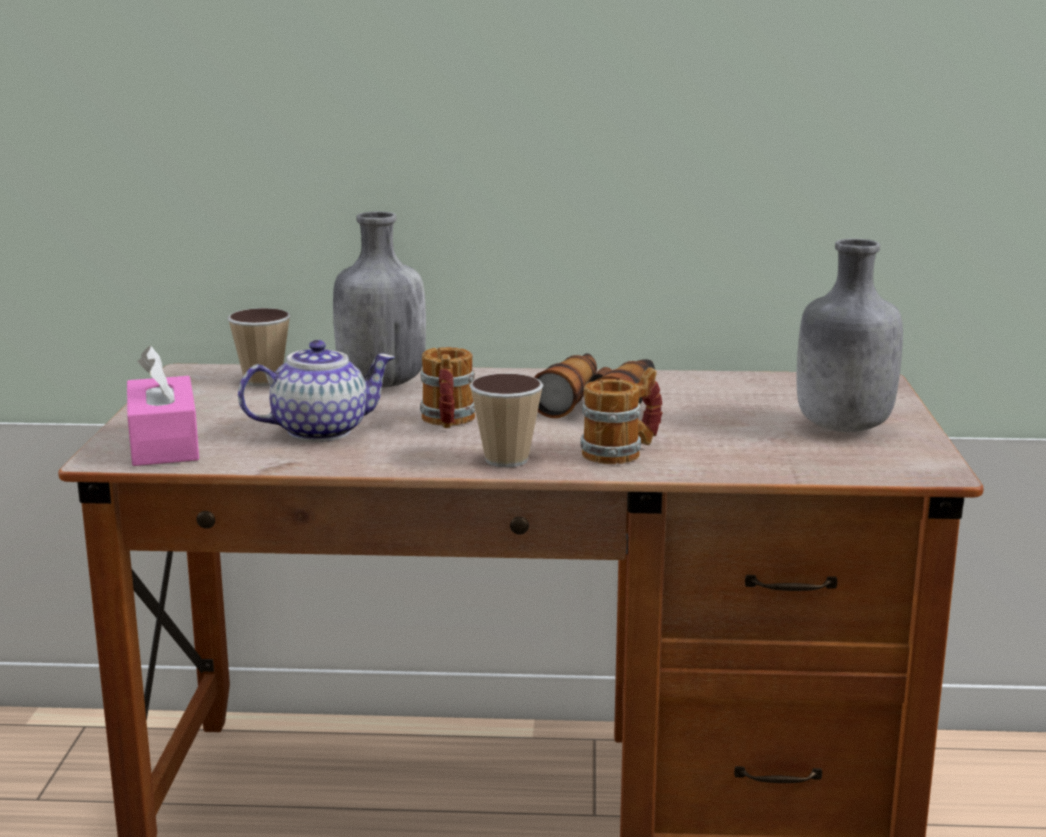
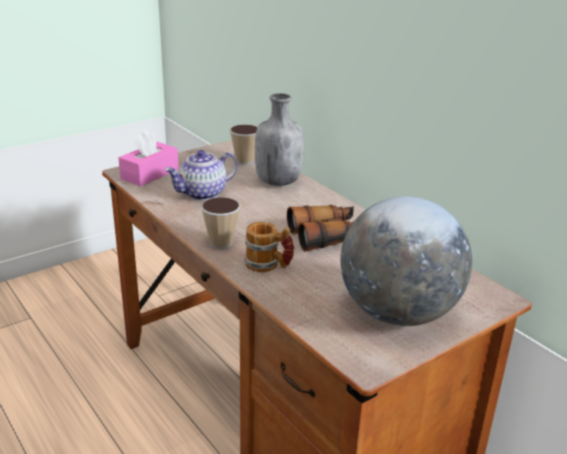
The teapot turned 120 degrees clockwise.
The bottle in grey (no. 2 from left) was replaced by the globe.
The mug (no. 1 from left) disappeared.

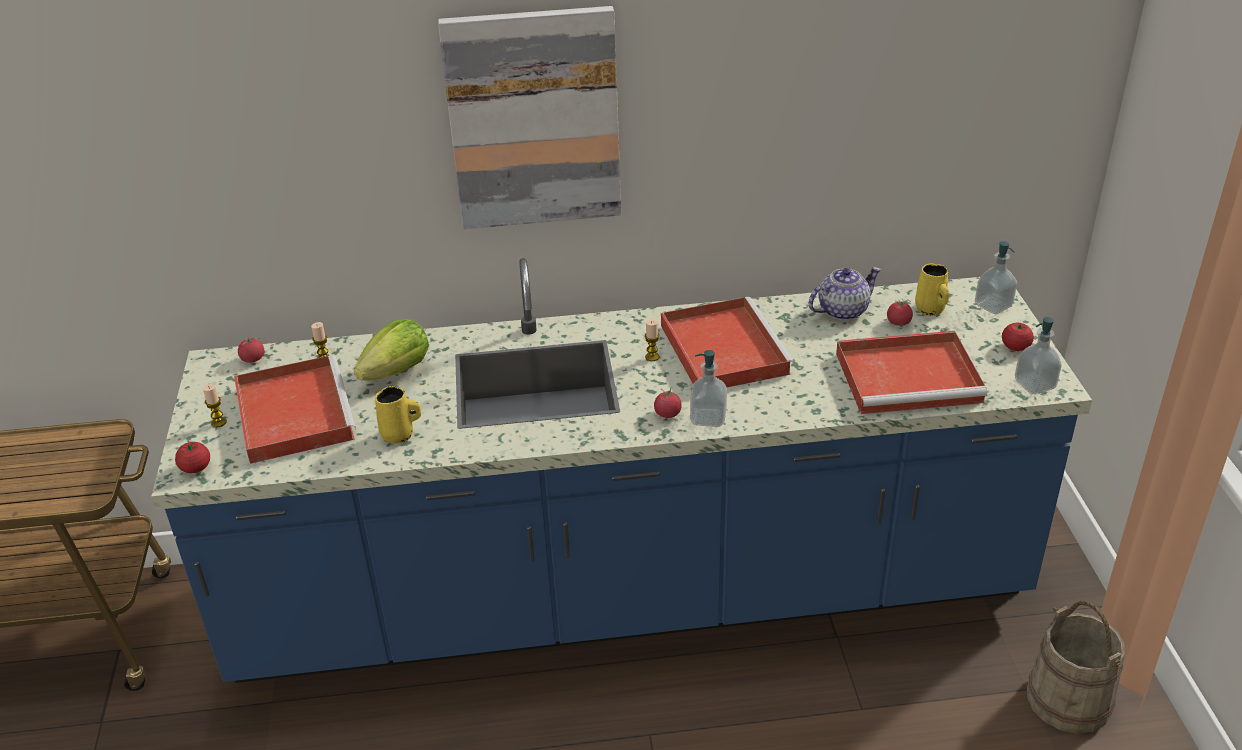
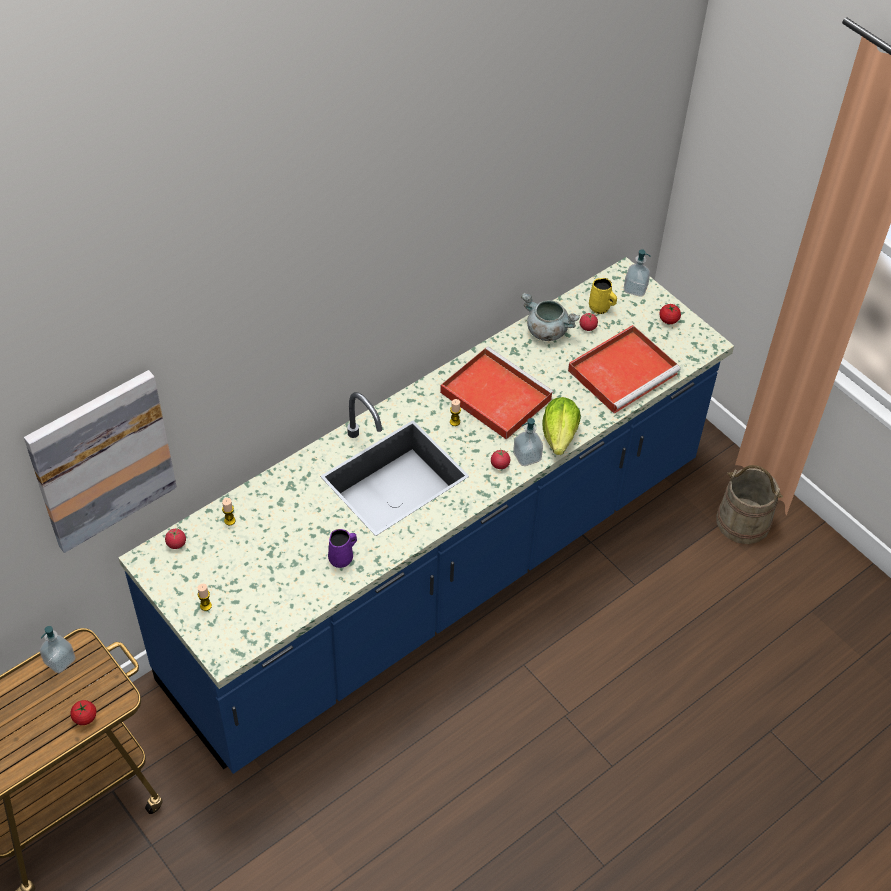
The picture moved.
The soap dispenser (no. 3 from left in the first image) moved.
The tomato (no. 1 from left) moved.
The mug in yellow (no. 1 from left) became the mug in purple.
The teapot was replaced by the cooking pot in grey.
The lettuce moved.
The tray in red (no. 1 from left) disappeared.

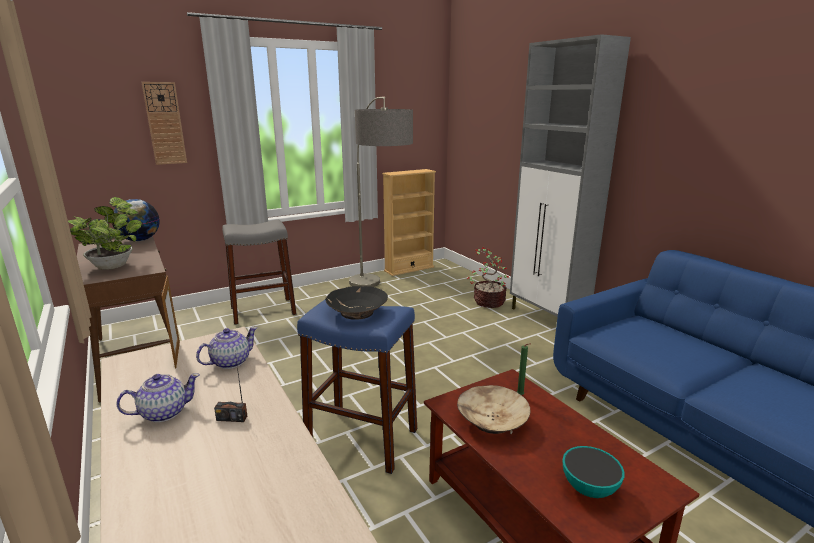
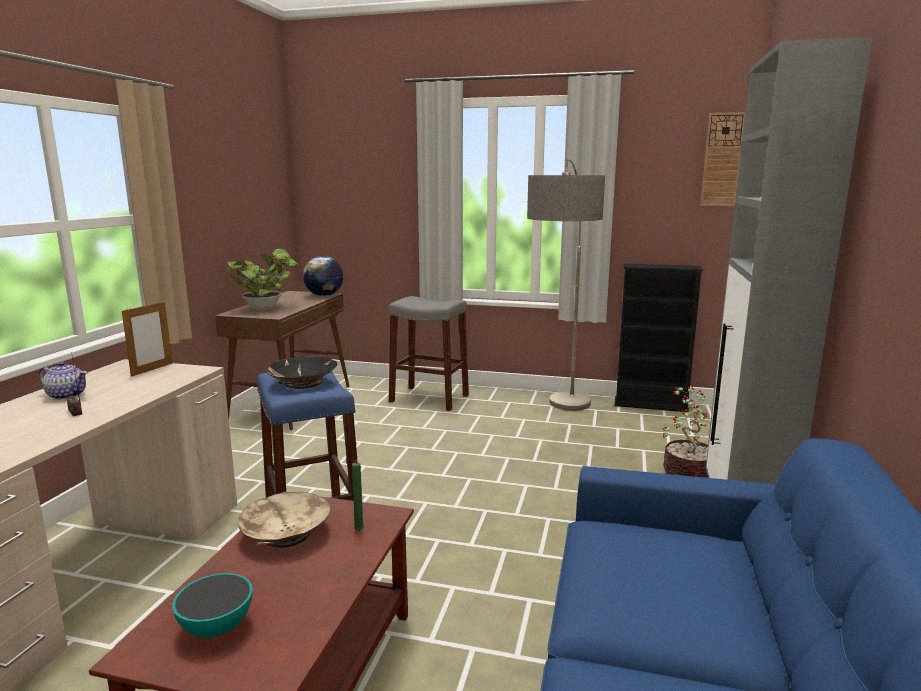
The bookcase in beige became the bookcase in black.
The wall clock moved.
The teapot (no. 2 from left) disappeared.

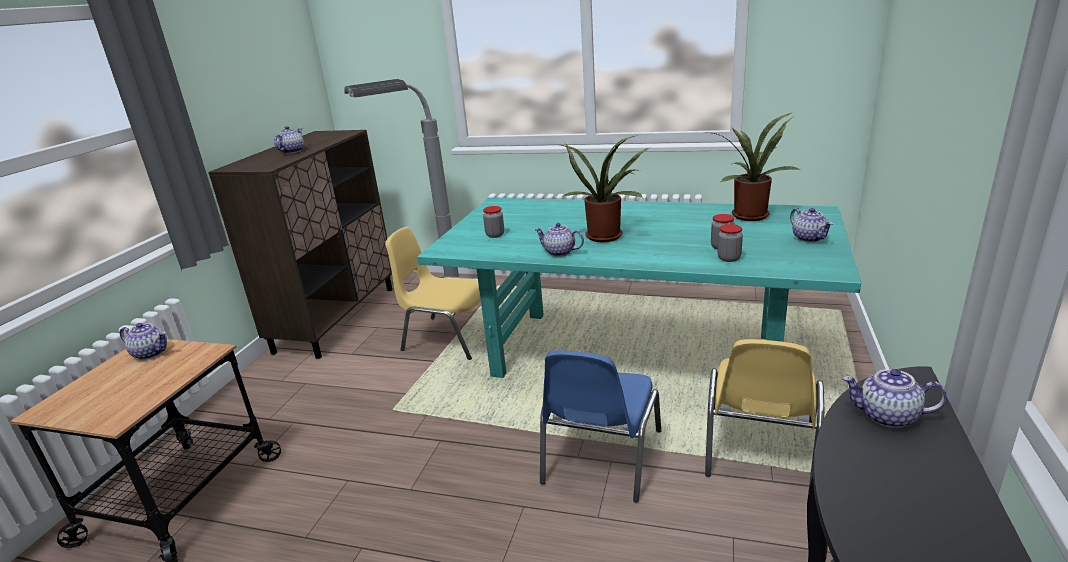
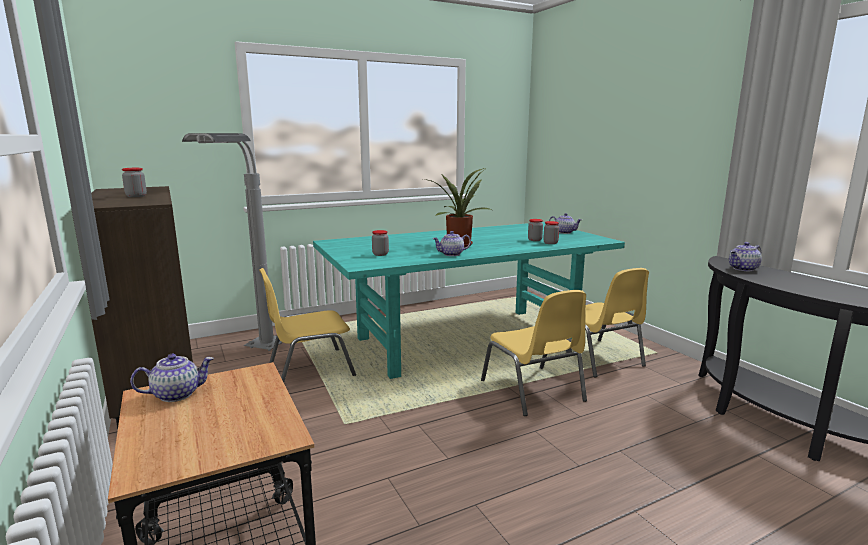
The teapot (no. 2 from left) was replaced by the jar (no. 1 from left).
The chair in blue became the chair in yellow (no. 2 from left).
The potted plant (no. 2 from left) disappeared.

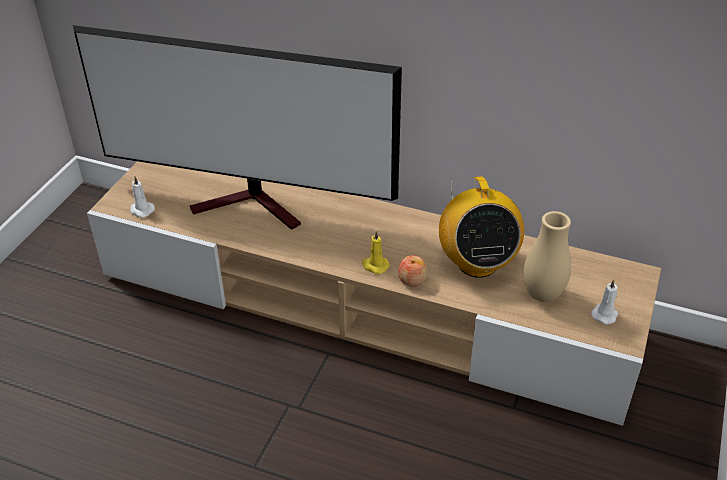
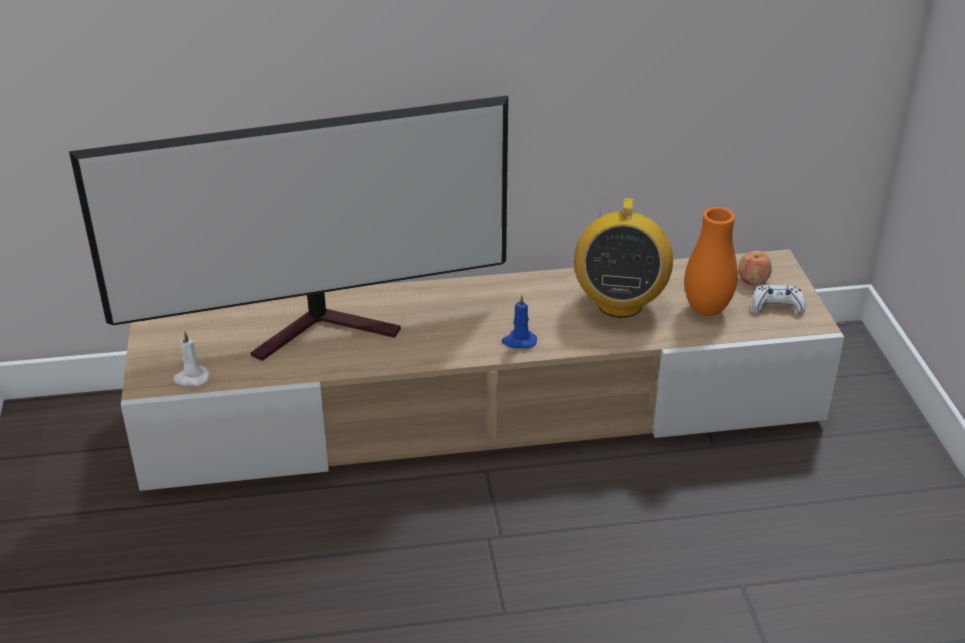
The candle in yellow became the candle in blue.
The radio turned 45 degrees clockwise.
The vase in beige became the vase in orange.
The apple moved.
The candle in white (no. 2 from left) was replaced by the game controller in white.

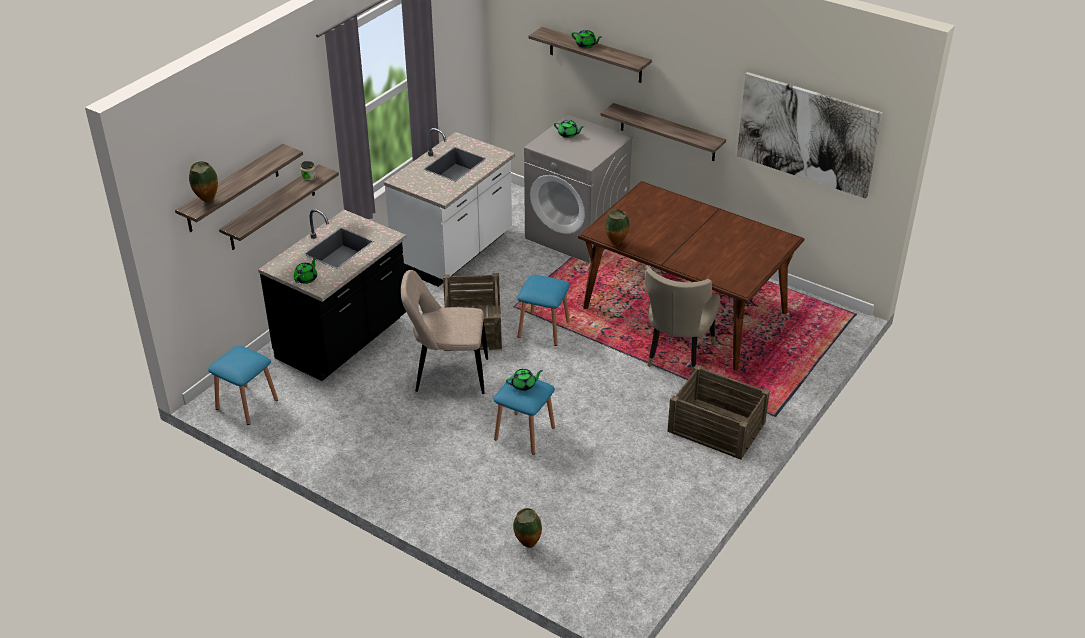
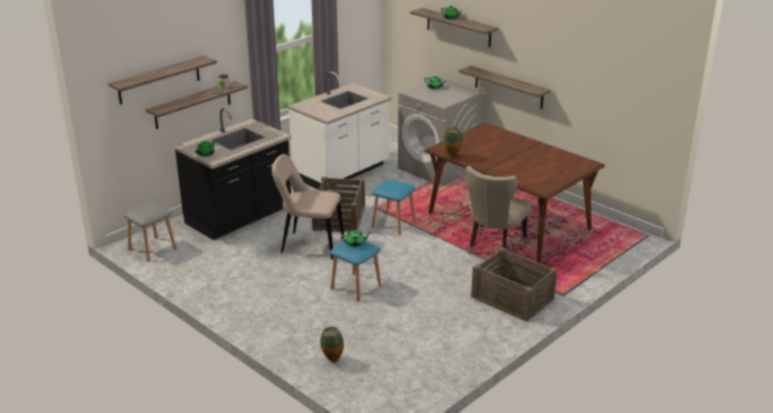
The stool in blue (no. 1 from left) became the stool in grey.
The vase (no. 1 from left) disappeared.
The picture disappeared.

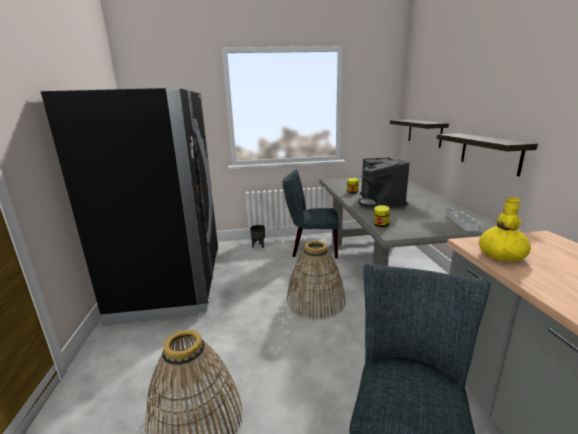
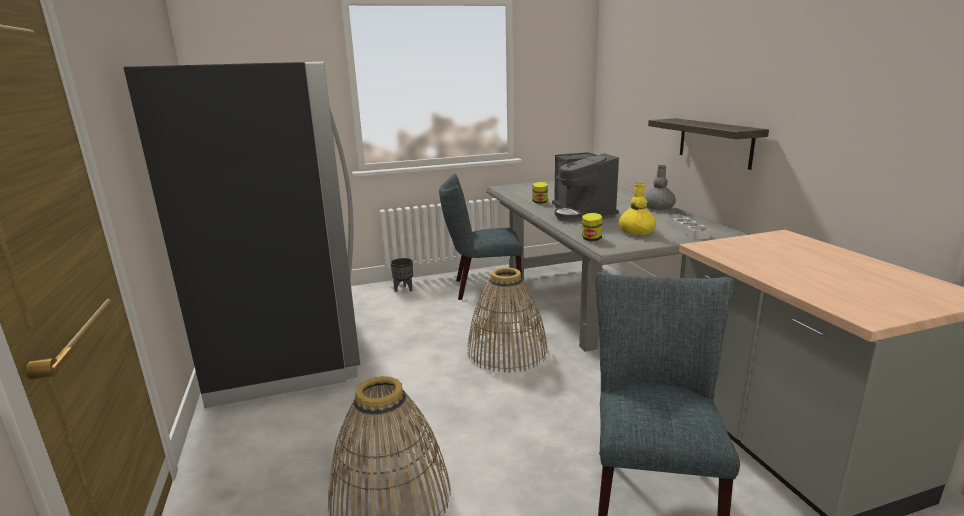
The vase in yellow moved.
The vase in grey appeared.
The shelf (no. 1 from left) disappeared.

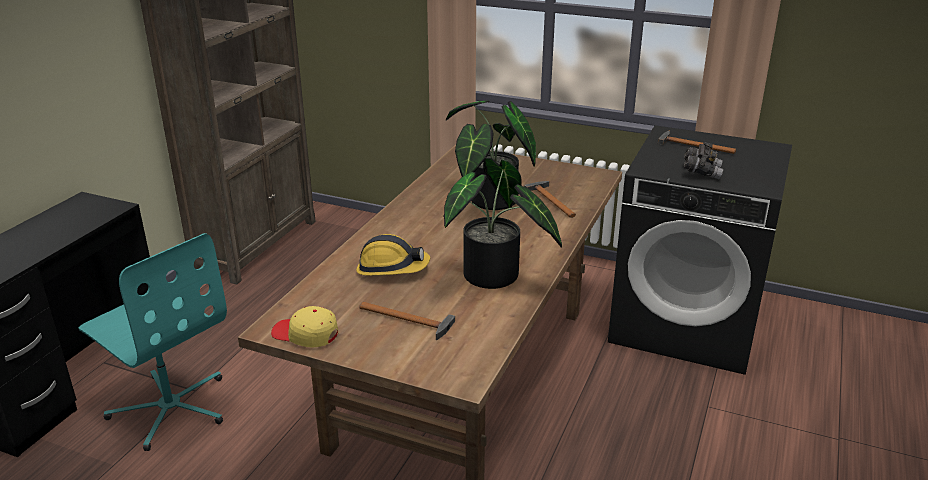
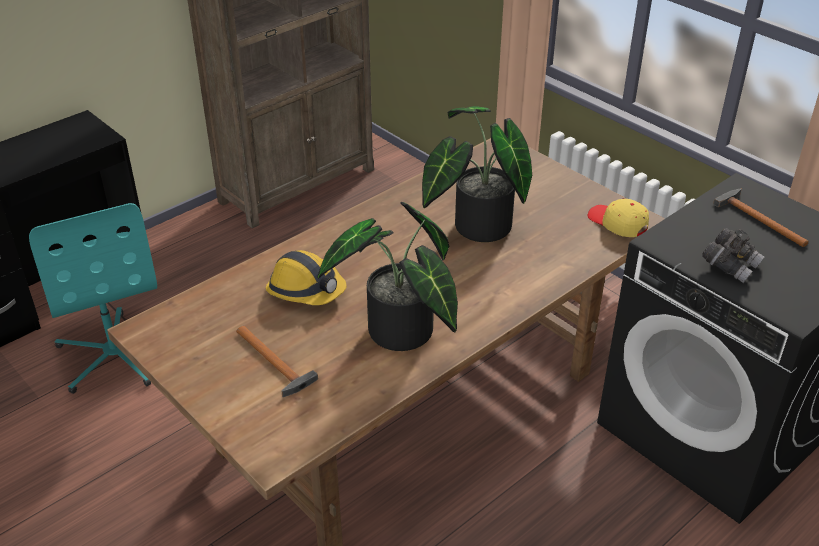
The cap in yellow moved.
The hammer (no. 2 from left) disappeared.

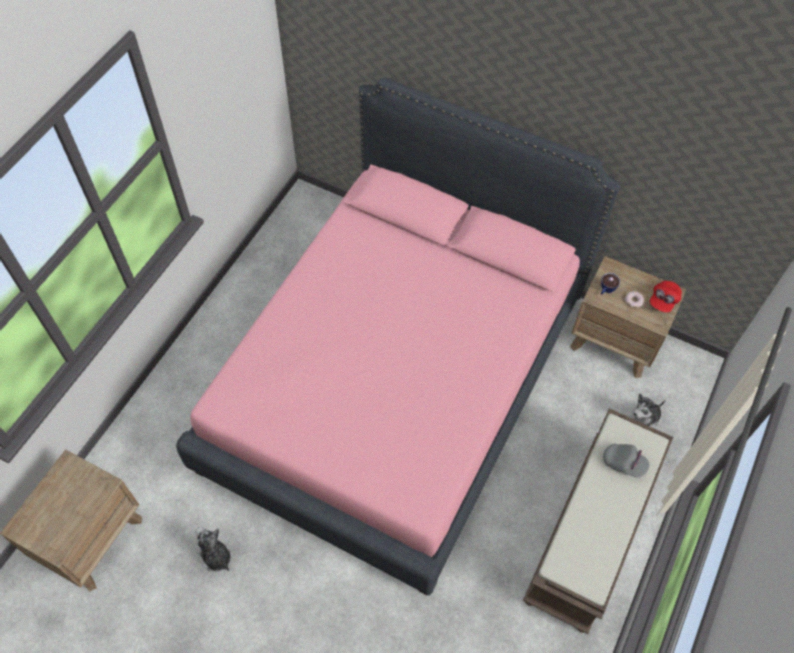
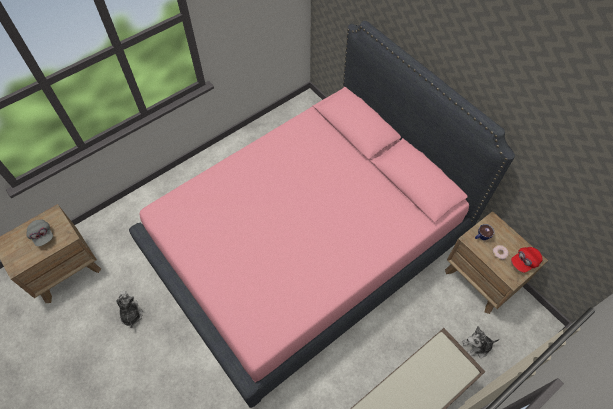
The cap in grey moved.

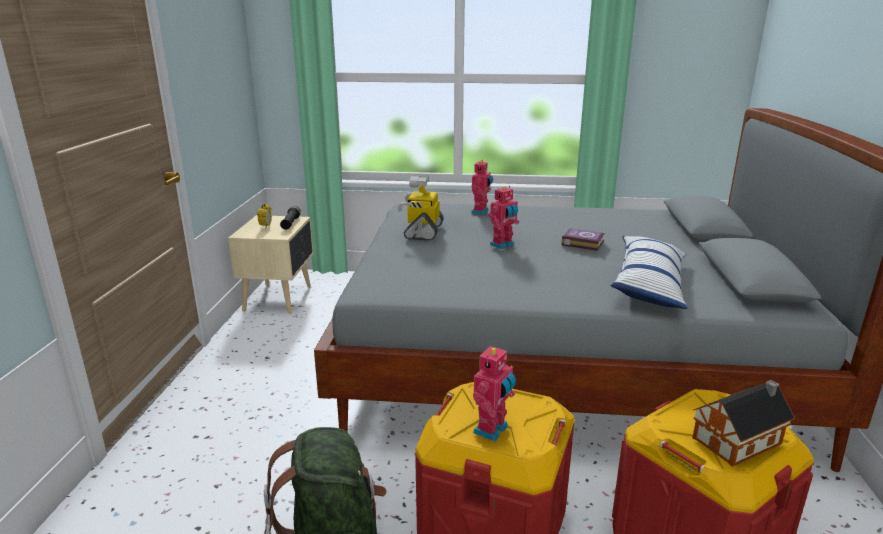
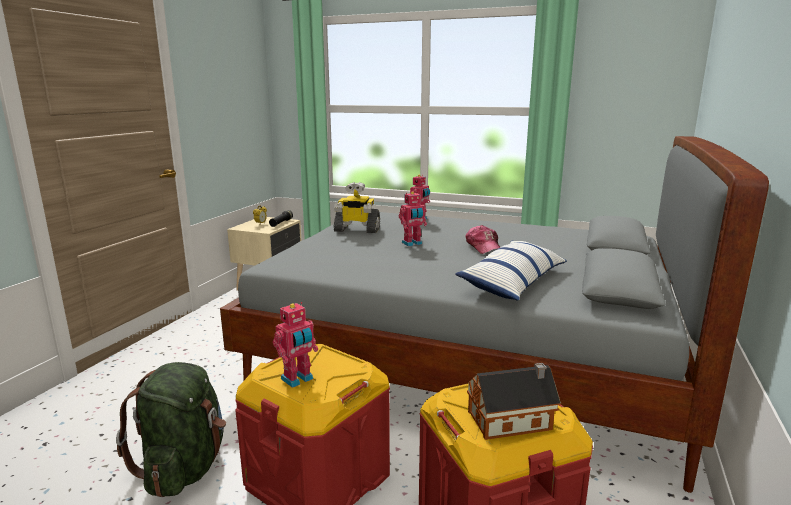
The toy robot (no. 1 from left in the first image) turned 105 degrees counterclockwise.
The book was replaced by the cap.

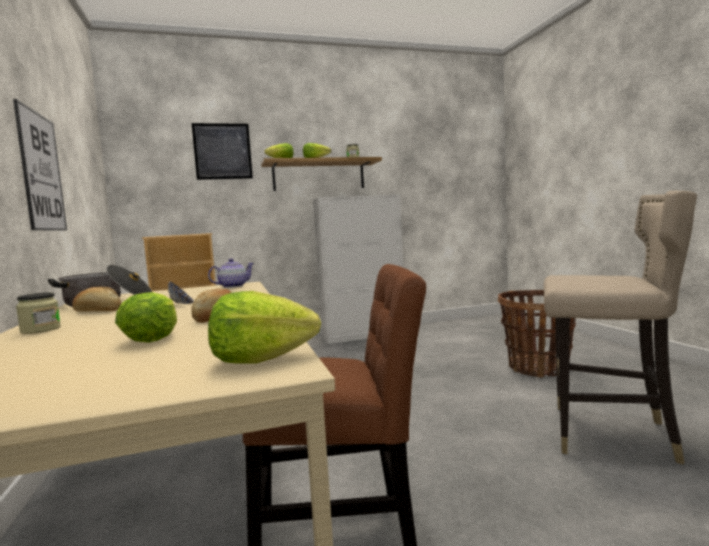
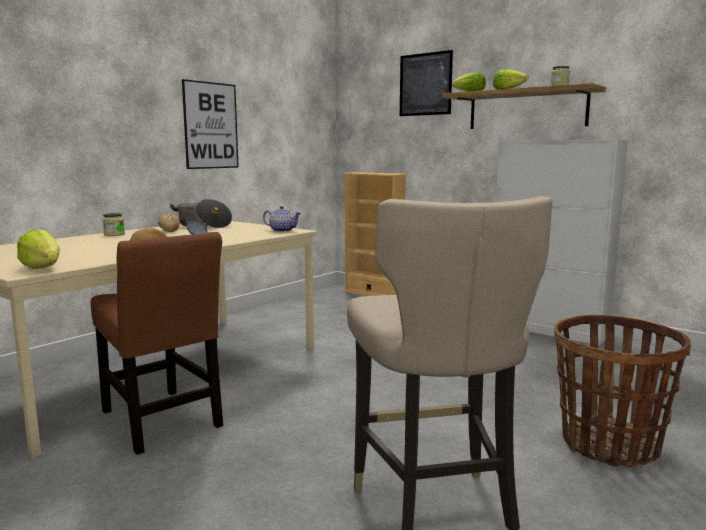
The lettuce (no. 1 from left) disappeared.

